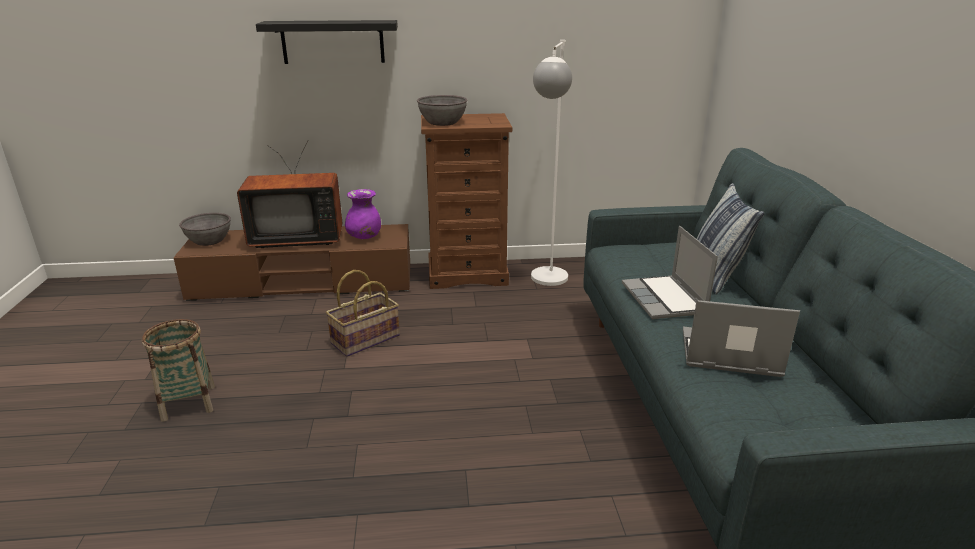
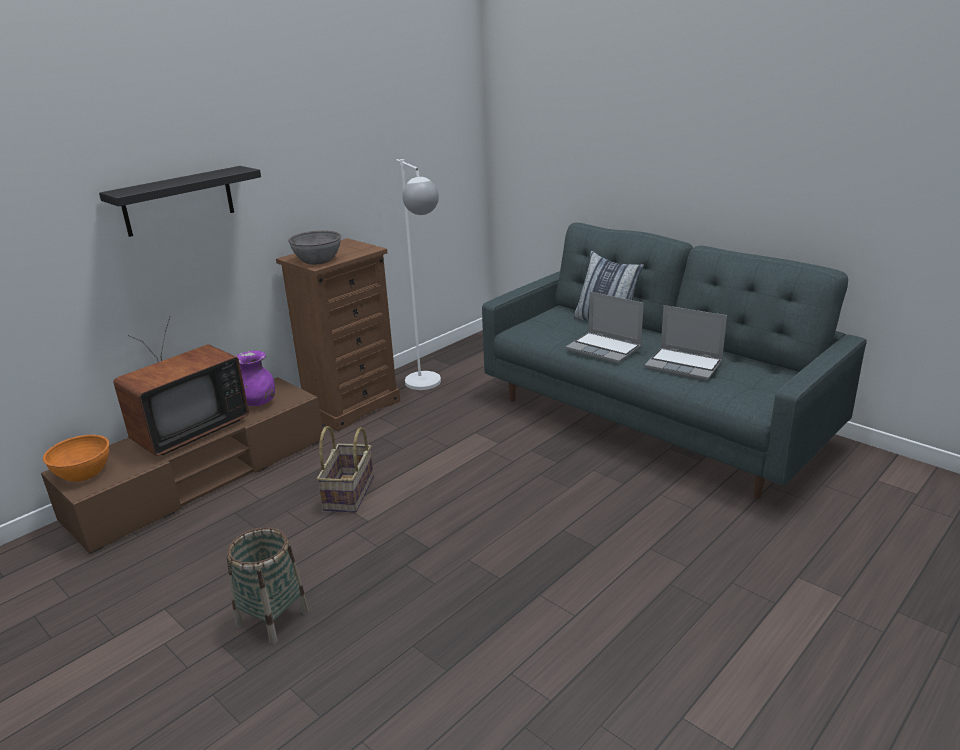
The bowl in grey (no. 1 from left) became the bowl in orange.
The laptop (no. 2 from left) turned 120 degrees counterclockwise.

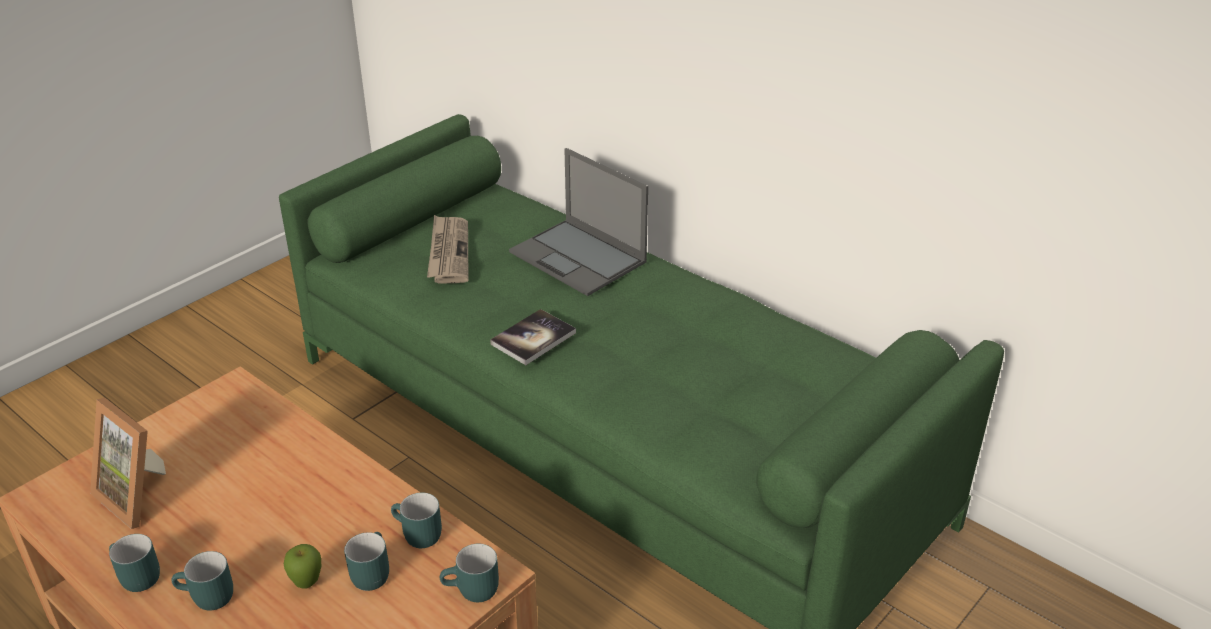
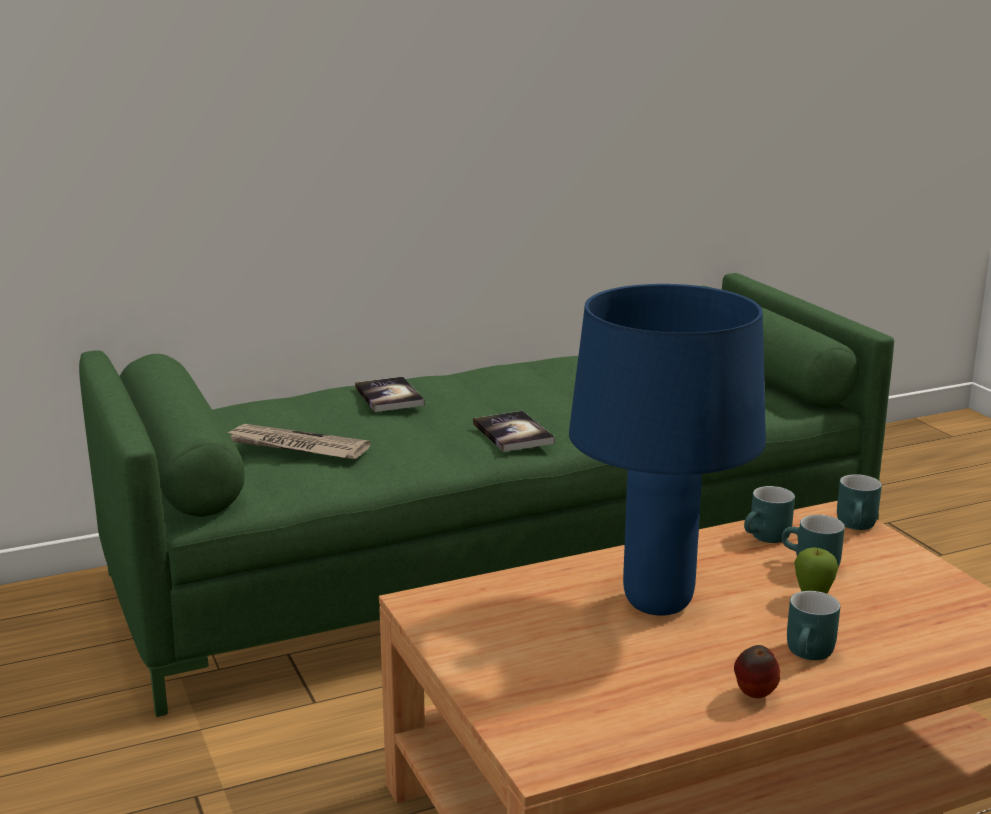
The laptop was replaced by the book (no. 1 from left).
The table lamp in blue appeared.
The mug in turquoise (no. 1 from left) was replaced by the apple (no. 1 from left).
The picture frame disappeared.

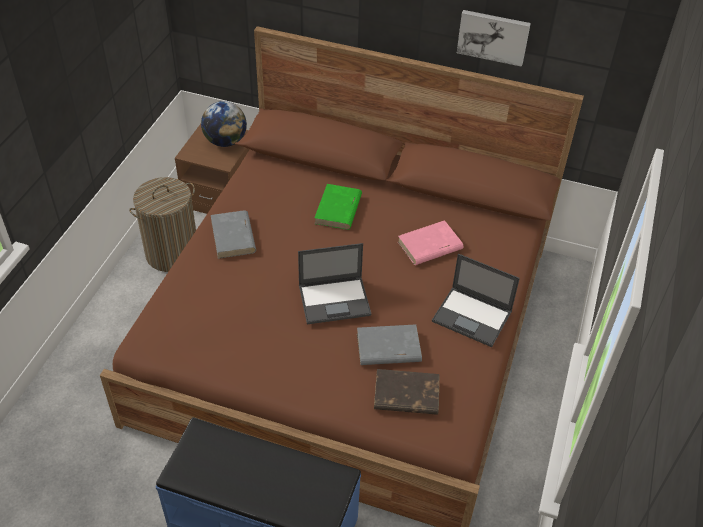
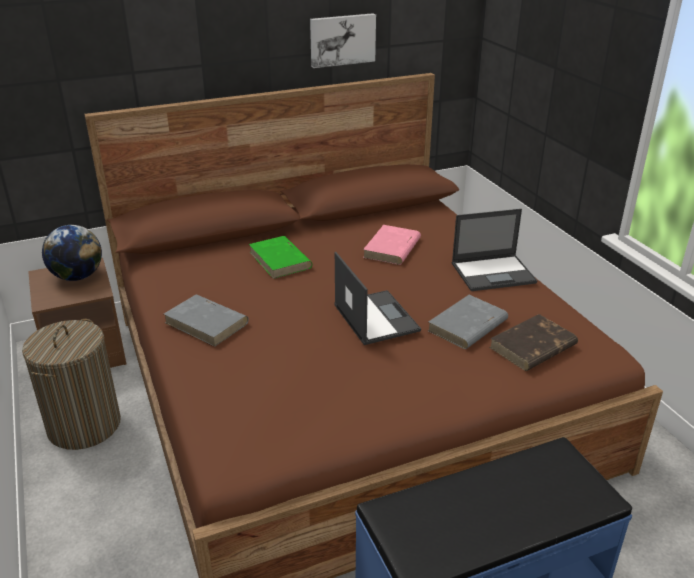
The laptop (no. 1 from left) turned 60 degrees counterclockwise.

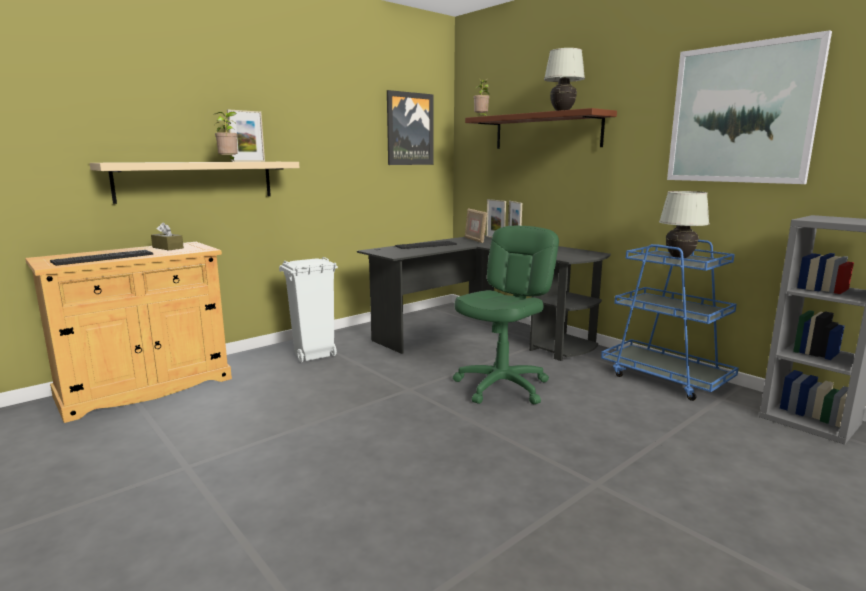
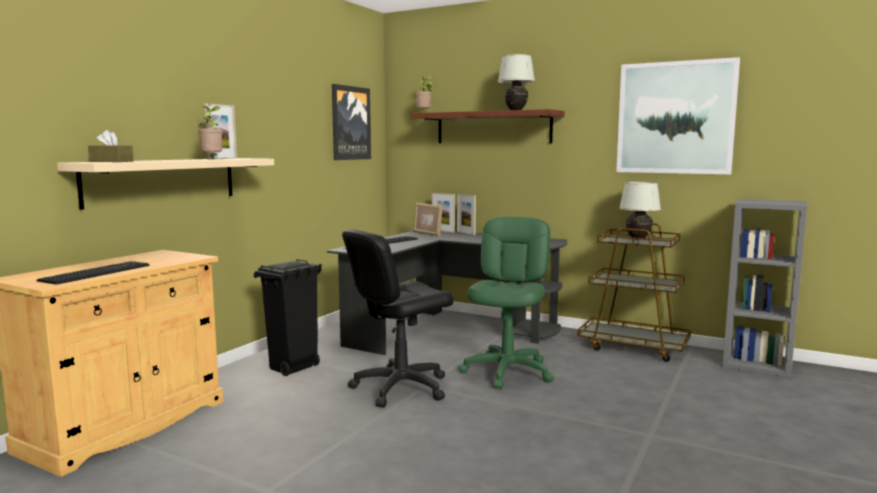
The tissue box in brown moved.
The trash can in white became the trash can in black.
The office chair in black appeared.
The cart in blue became the cart in brown.

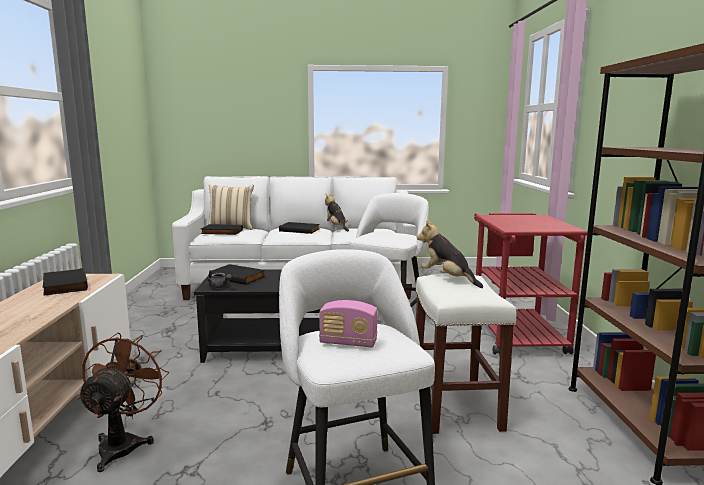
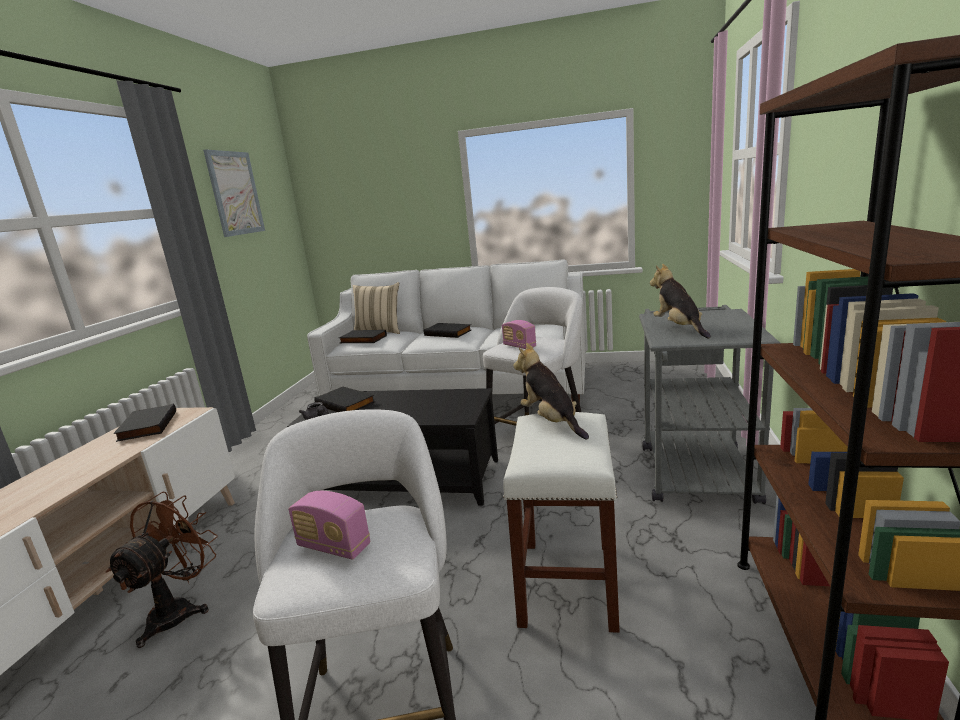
The picture appeared.
The radio (no. 2 from left) appeared.
The cart in red became the cart in grey.
The plush toy (no. 1 from left in the first image) moved.

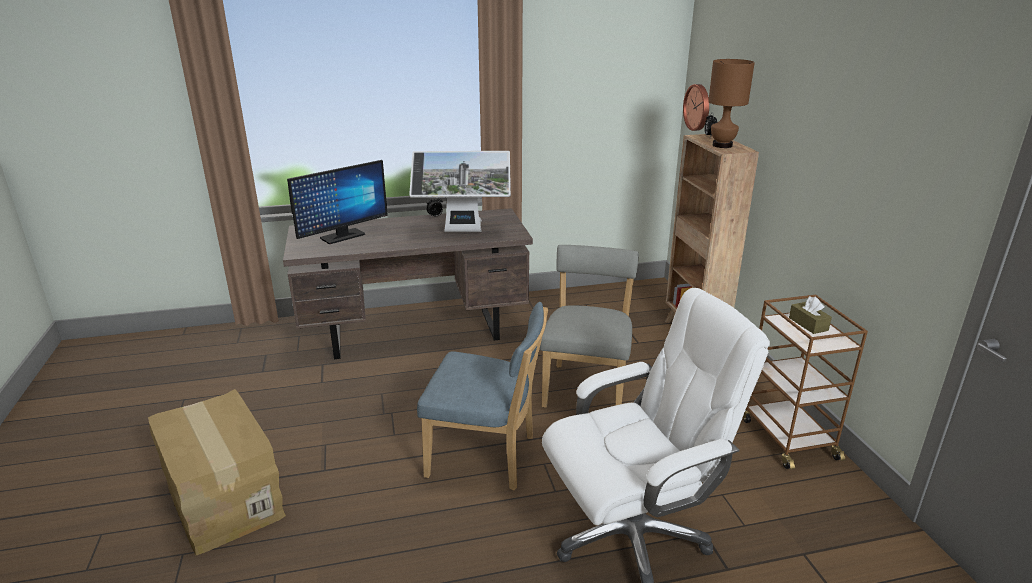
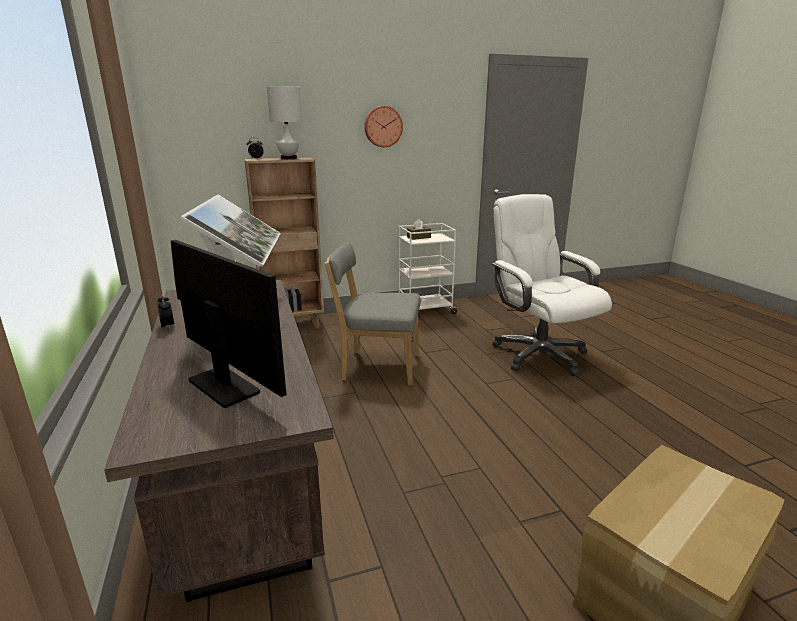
The table lamp in brown became the table lamp in white.
The wall clock moved.
The cart in brown became the cart in white.
The chair in blue disappeared.

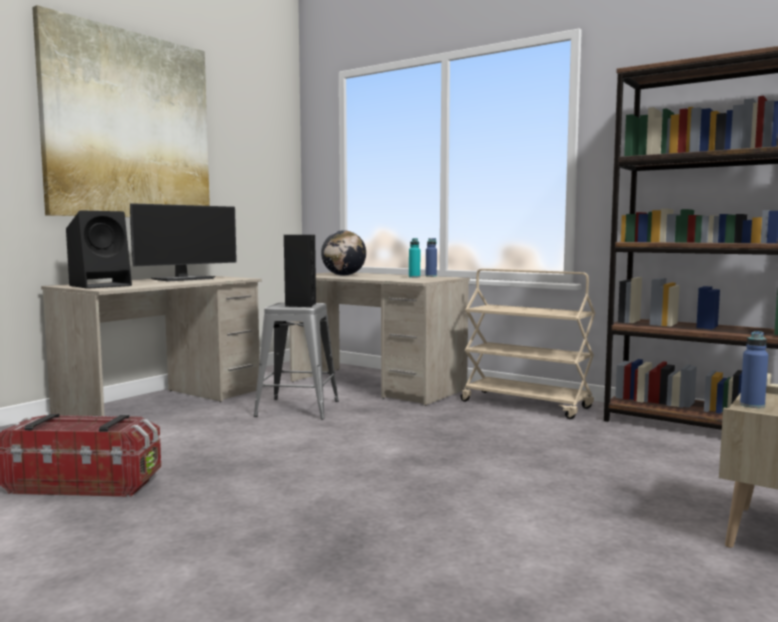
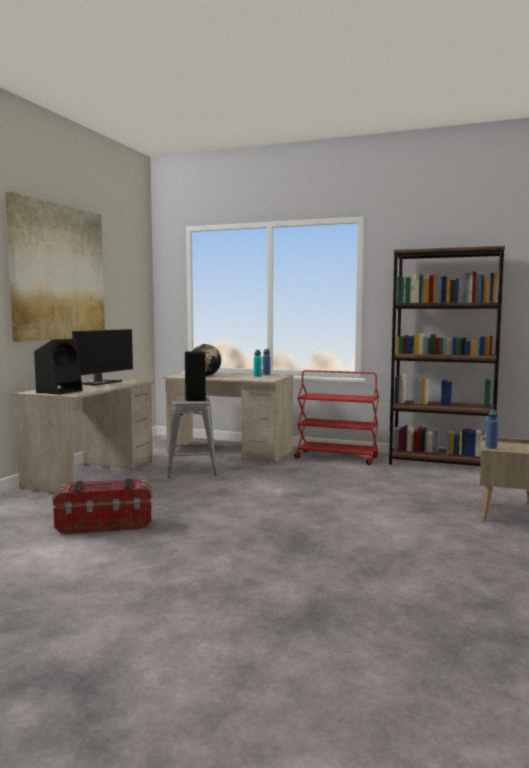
The cart in beige became the cart in red.

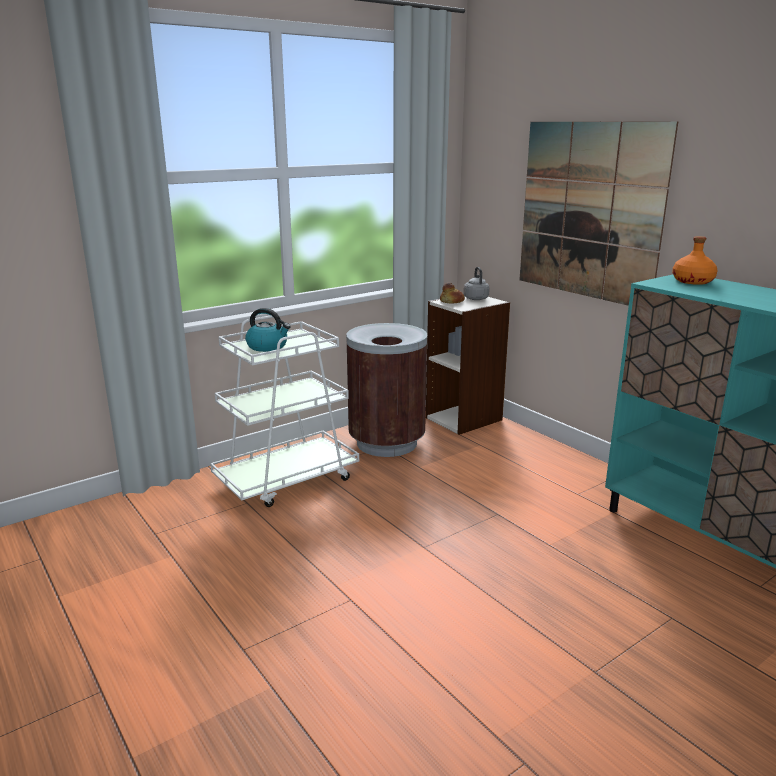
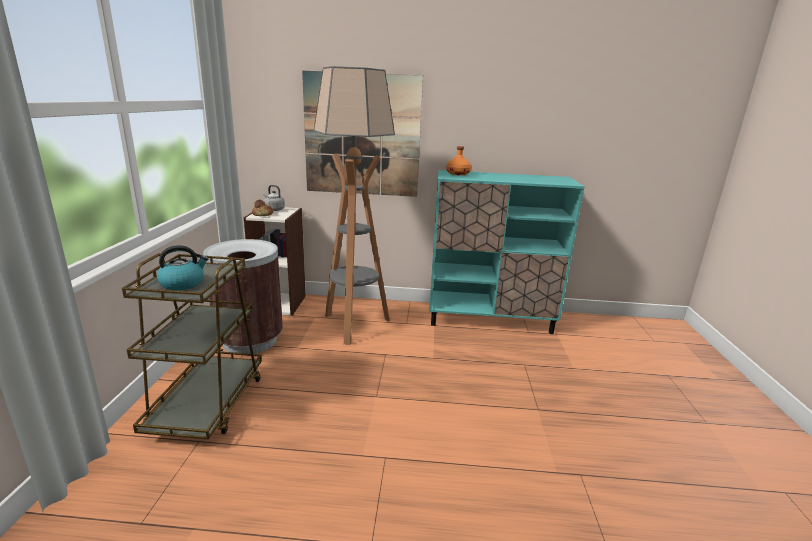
The cart in white became the cart in brown.
The floor lamp appeared.

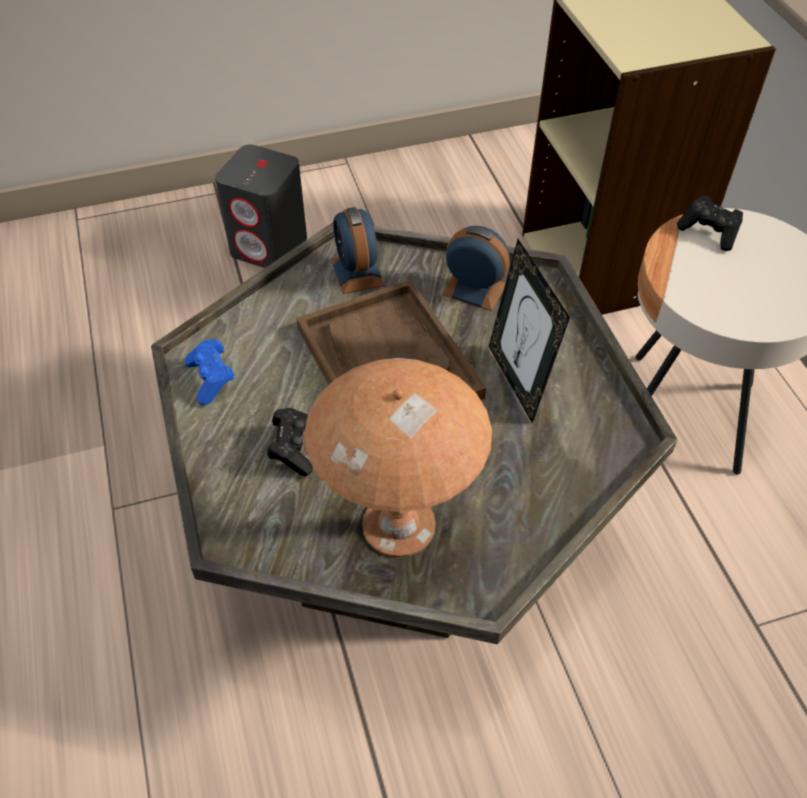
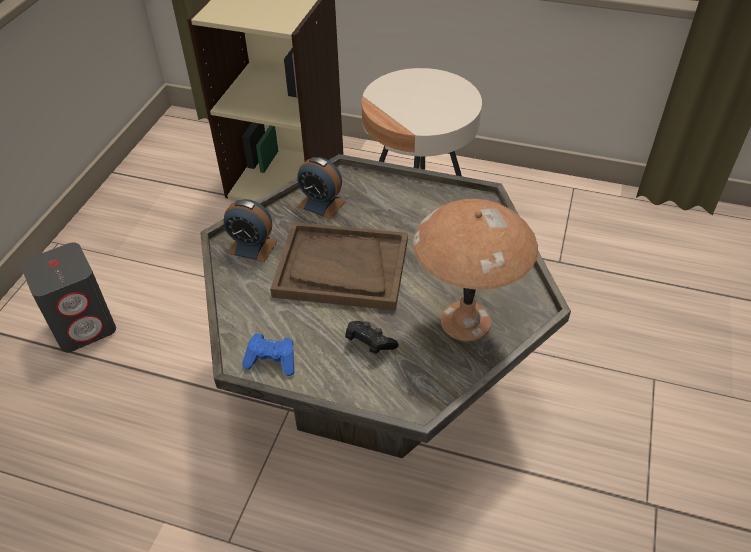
The alarm clock (no. 2 from left) turned 120 degrees counterclockwise.
The picture frame disappeared.
The game controller in black (no. 2 from left) disappeared.

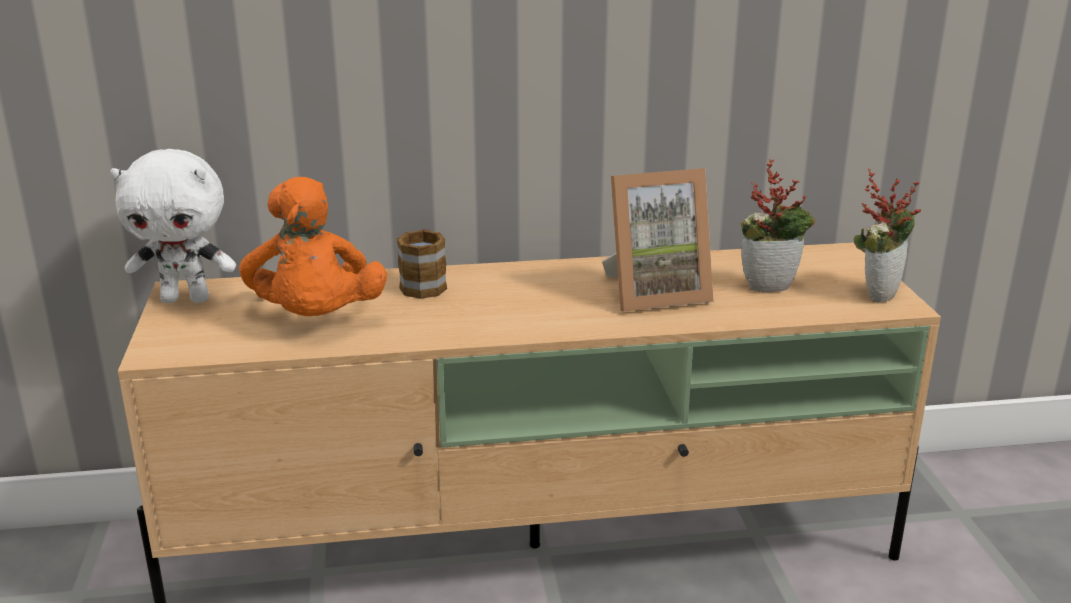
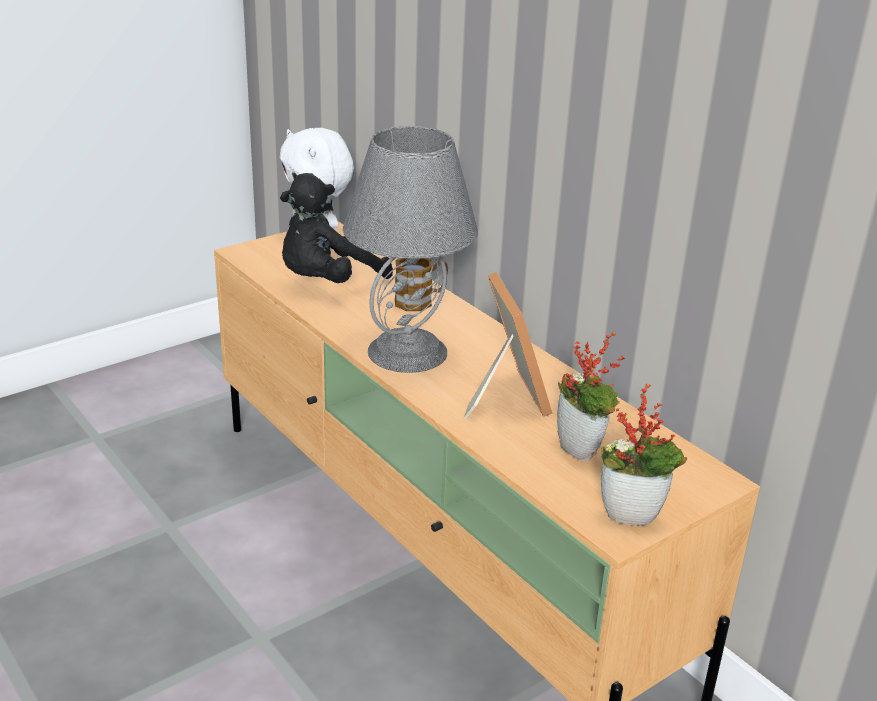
The plush toy in orange became the plush toy in black.
The table lamp in grey appeared.
The picture frame turned 150 degrees counterclockwise.

